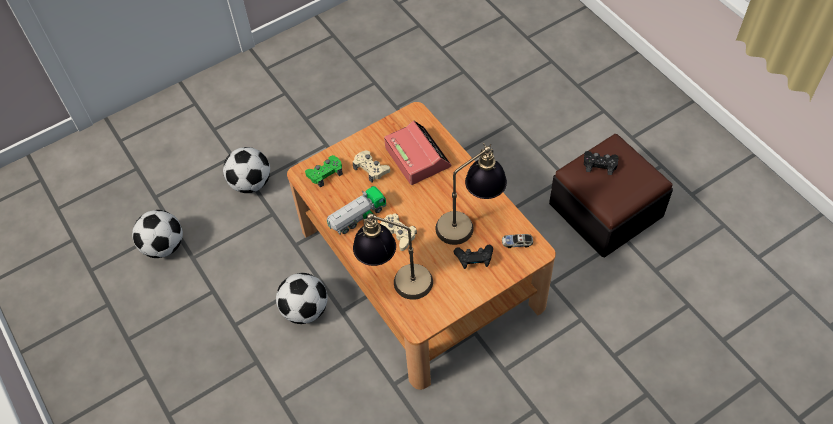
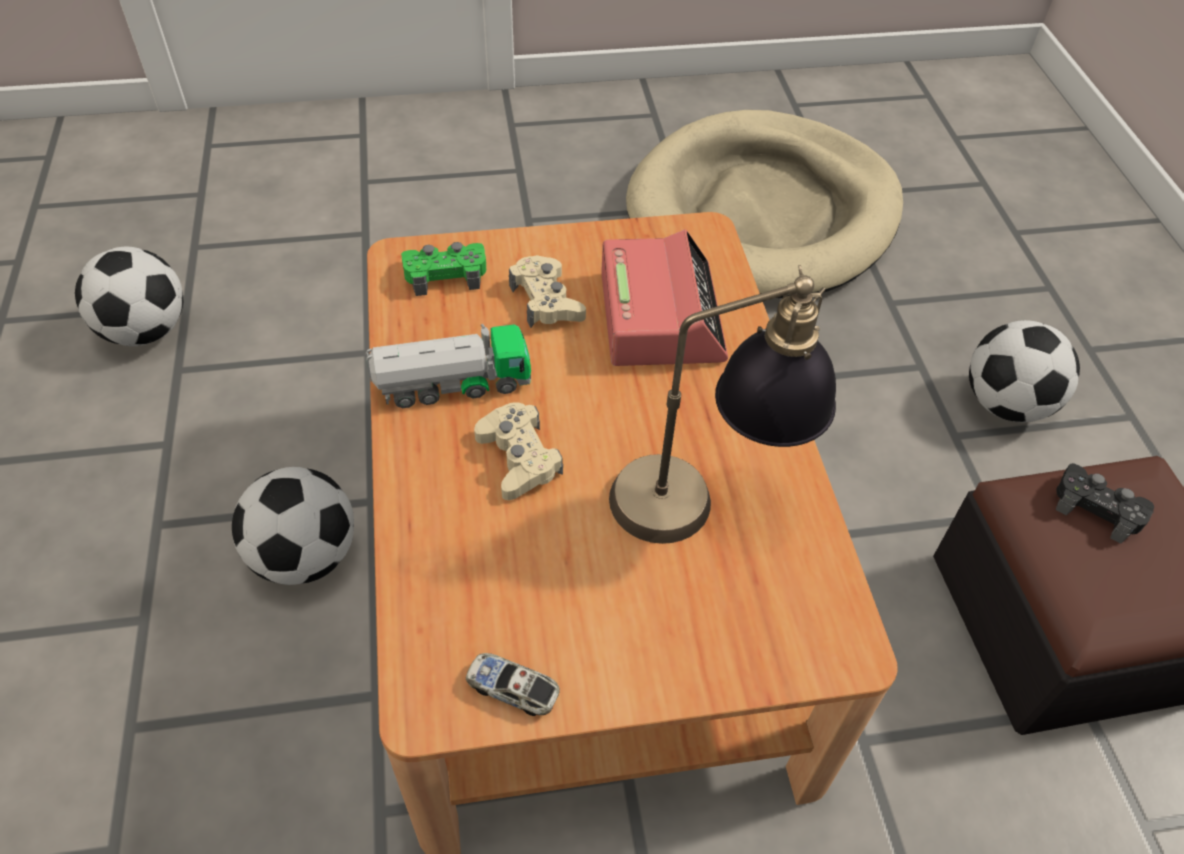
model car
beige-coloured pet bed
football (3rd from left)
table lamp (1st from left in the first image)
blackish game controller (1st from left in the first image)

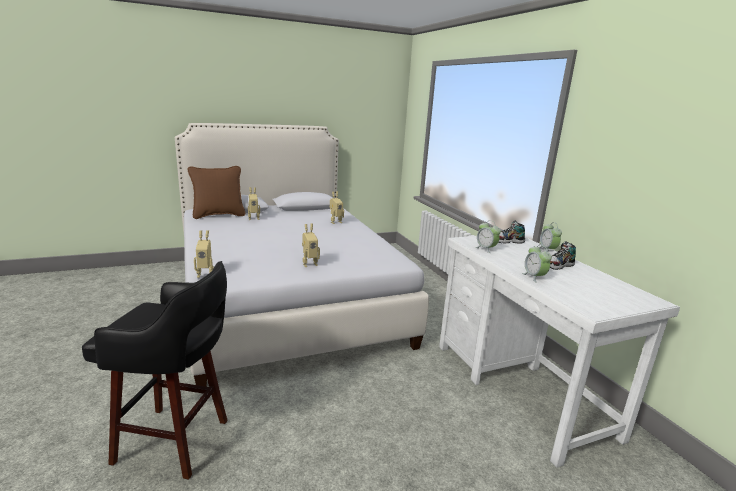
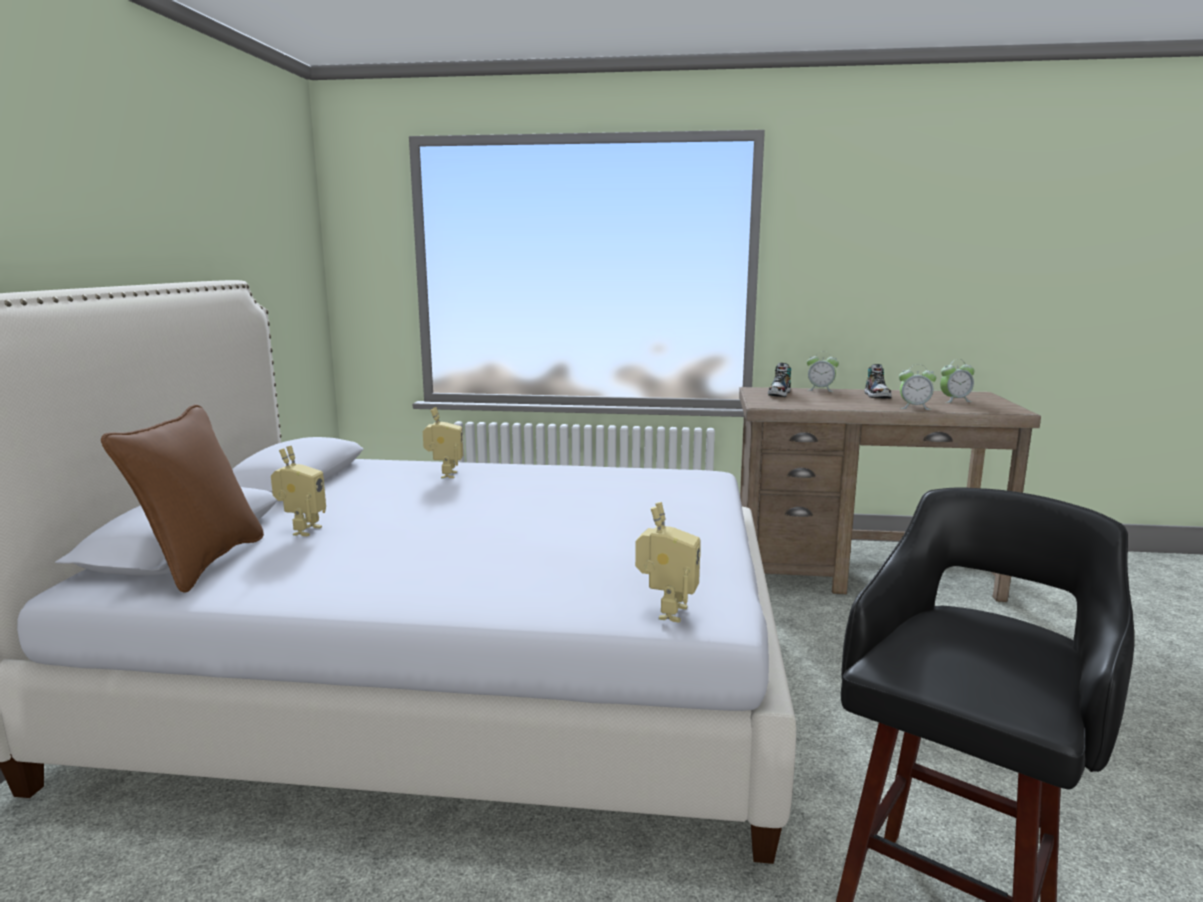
brown-coloured desk table
alarm clock (3rd from left)
toy robot (3rd from left in the first image)

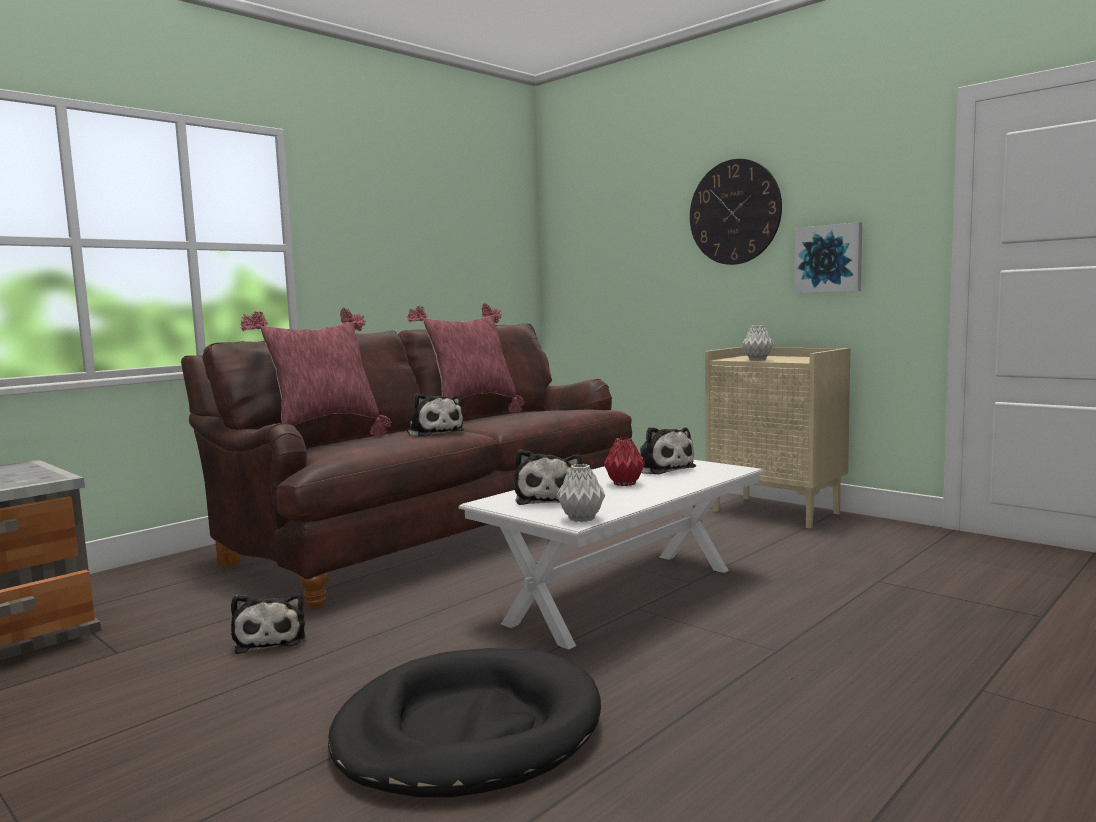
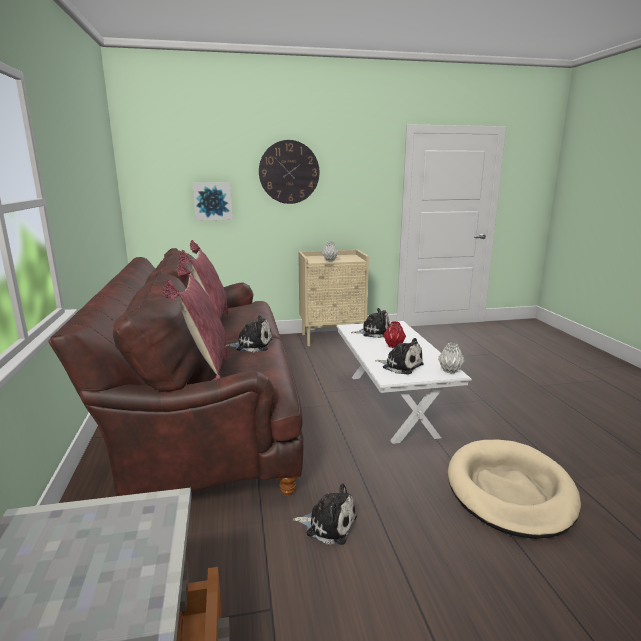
wall picture
beige-coloured pet bed

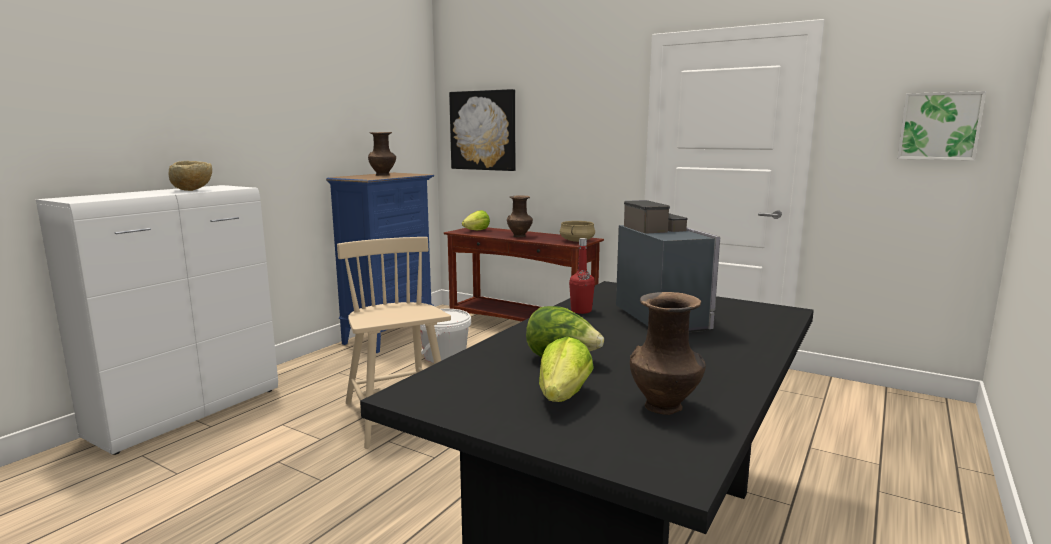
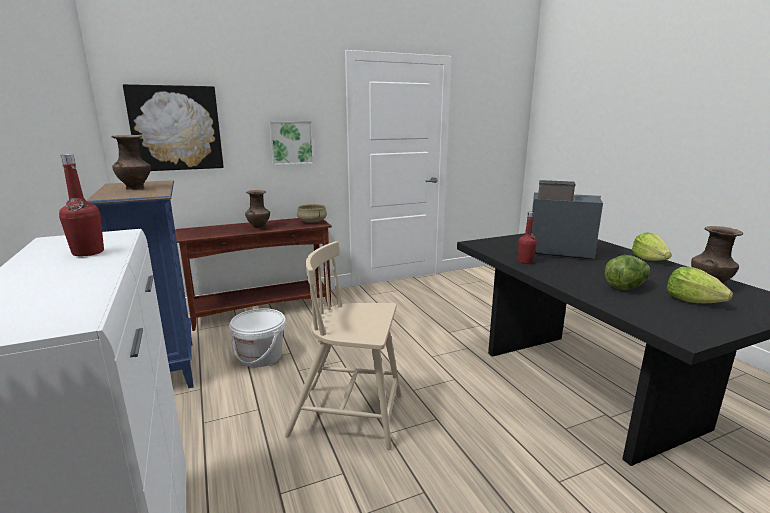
reddish beverage bottle (1st from left)
wall picture (2nd from left)
head of lettuce (2nd from left)

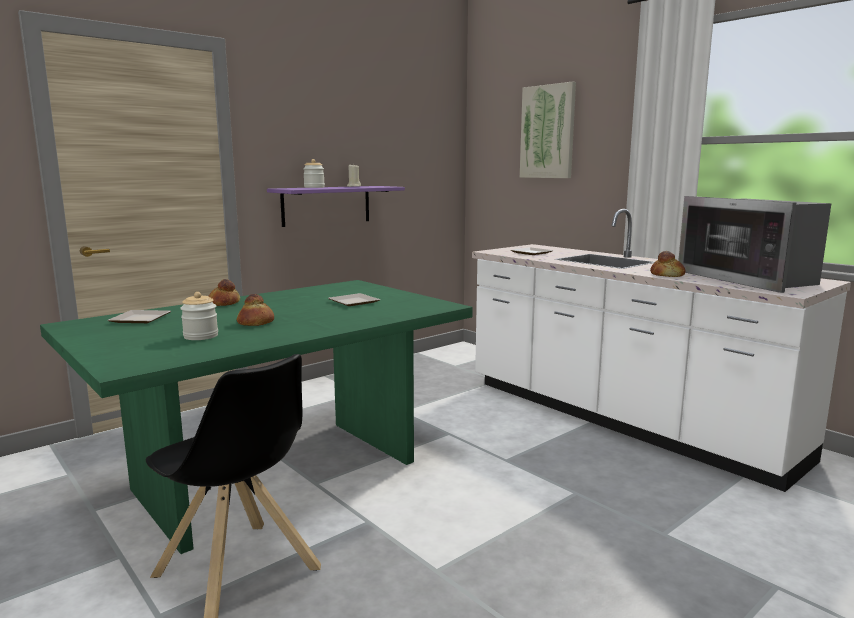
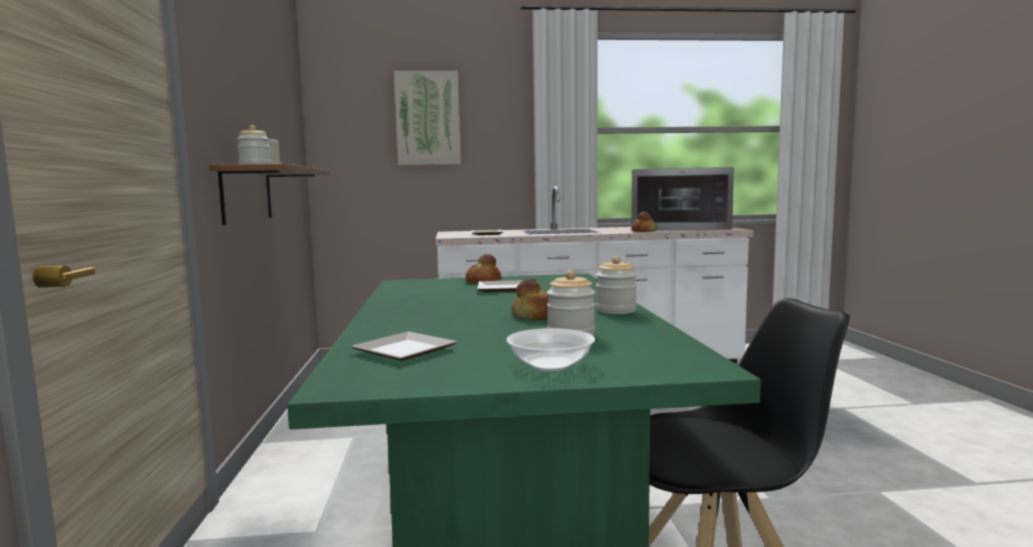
brown-coloured wall shelf
bread (1st from left)
deep dish
storage jar (3rd from left)

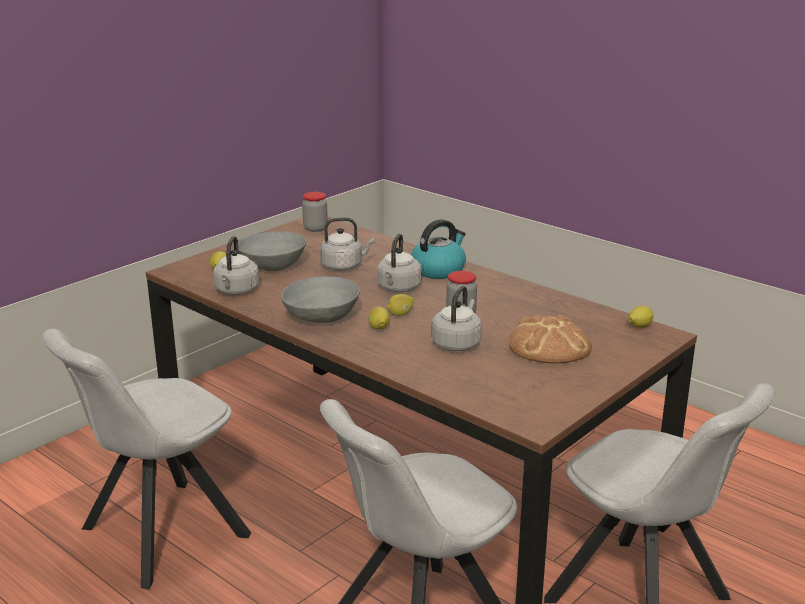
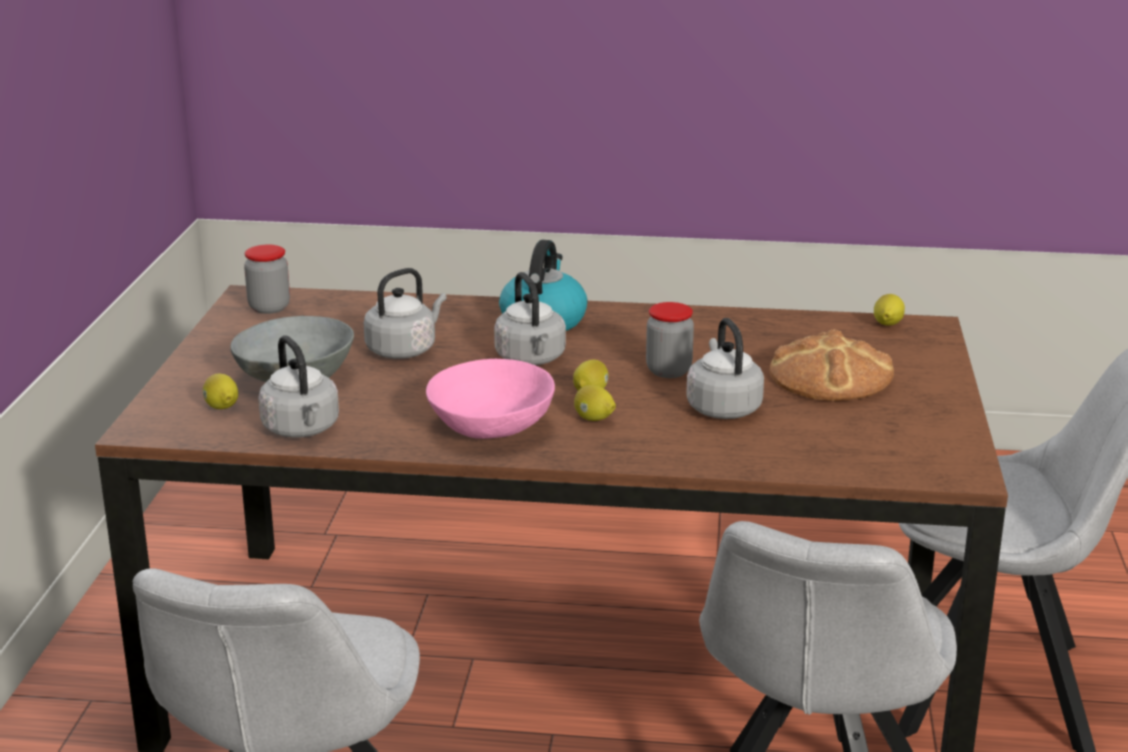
pinkish deep dish

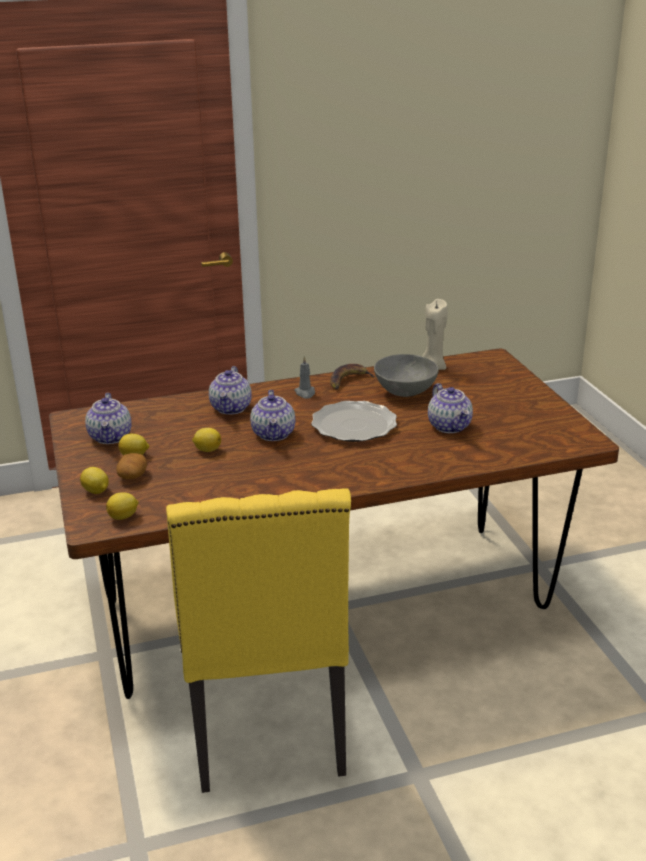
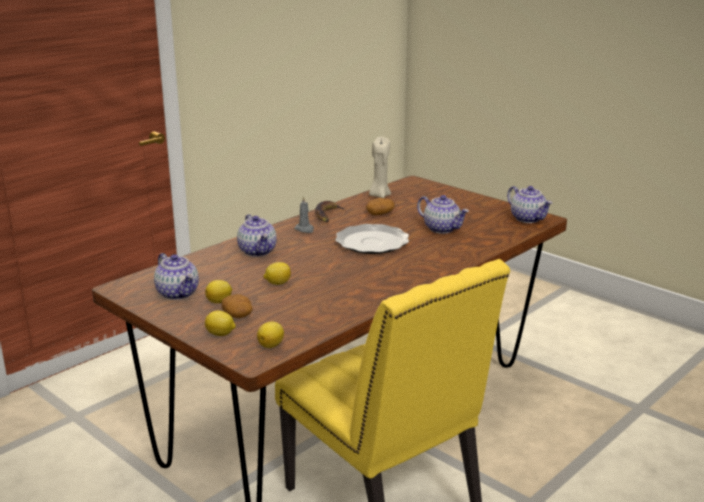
whole potato (2nd from left)
teapot (4th from left)

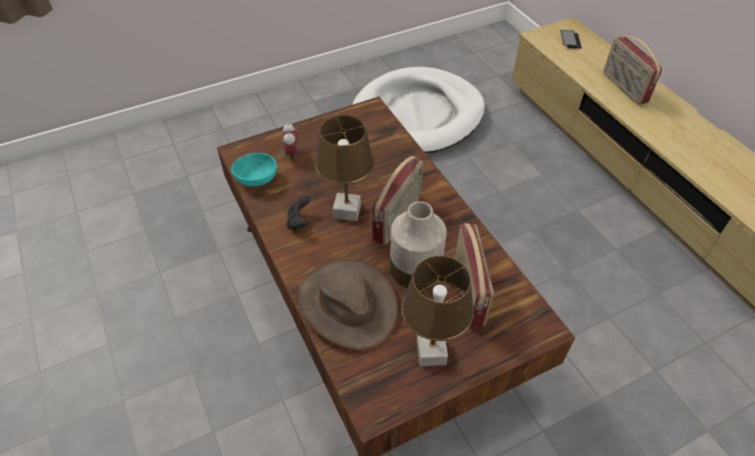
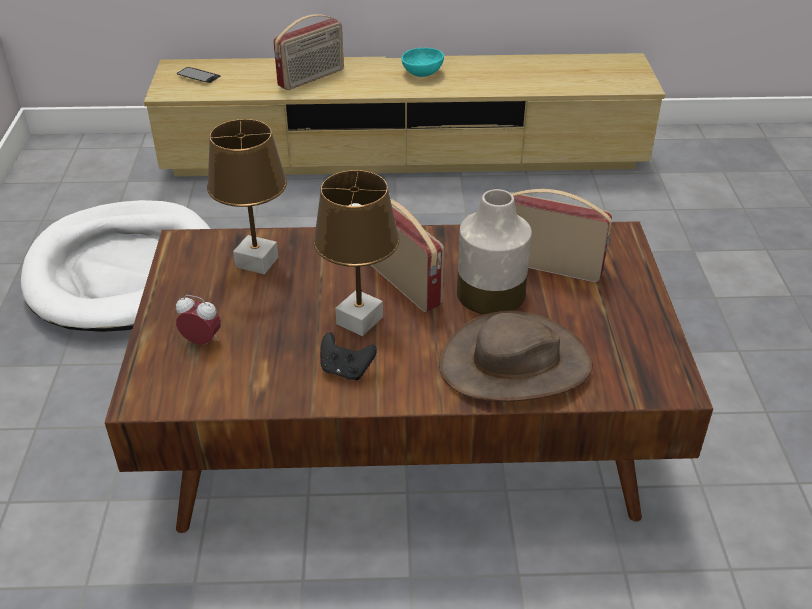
brown-coloured table lamp (1st from left)
radio set (1st from left)
blue-green deep dish

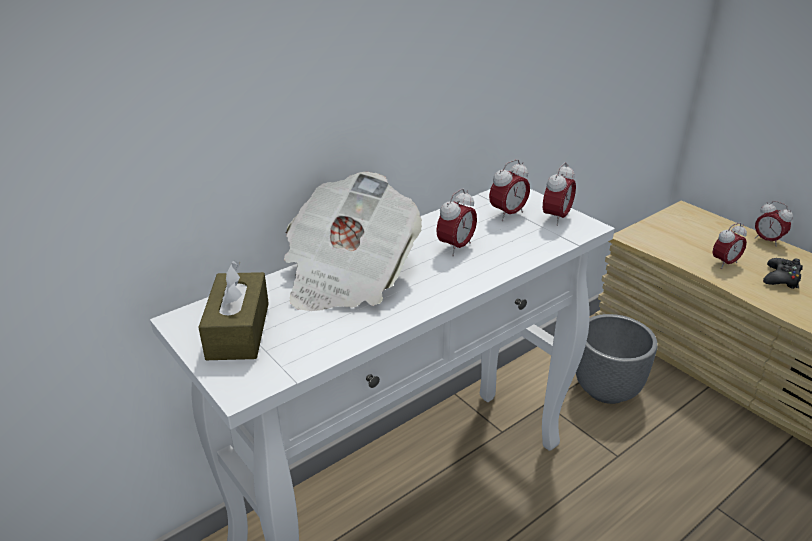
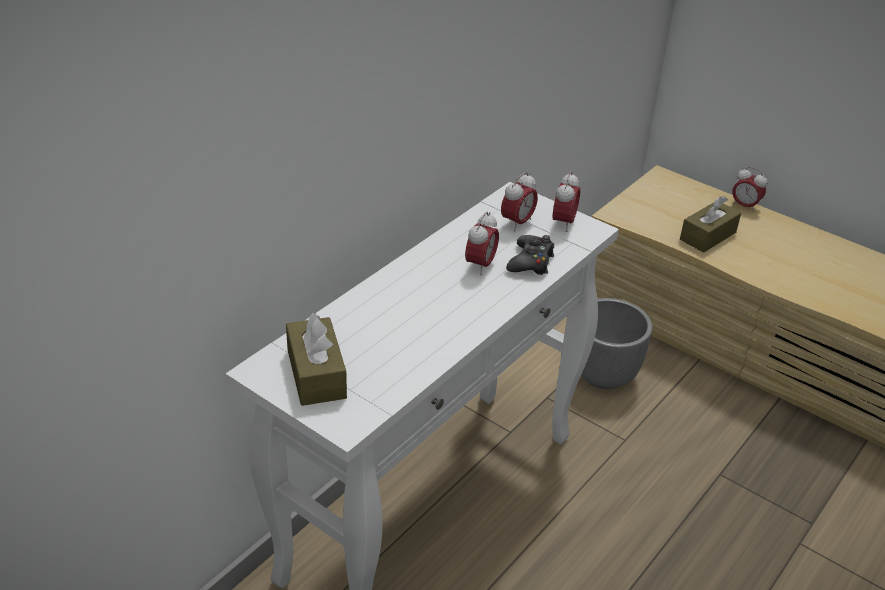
blackish game controller
brown-coloured box of tissues (2nd from left)
printed paper

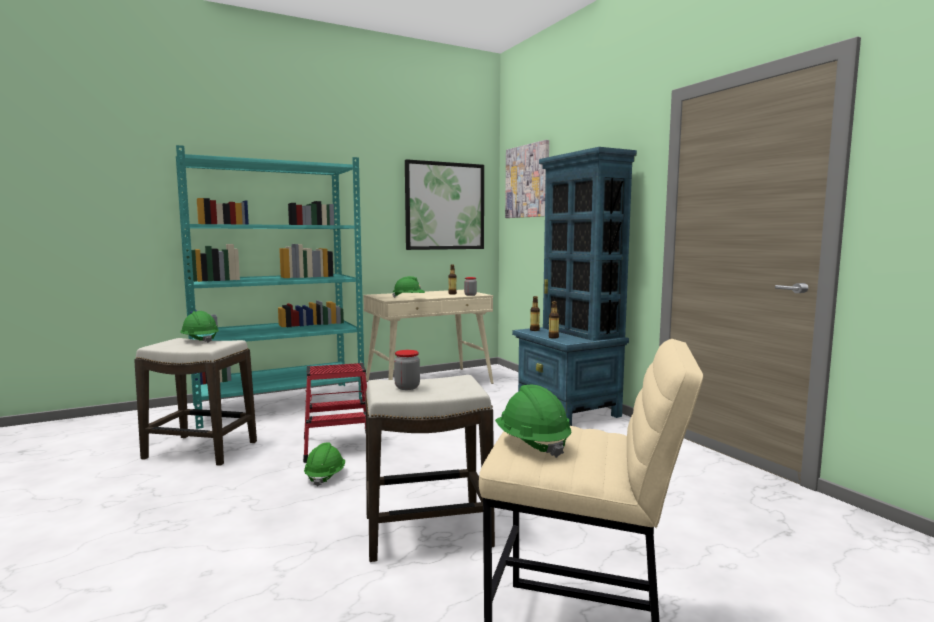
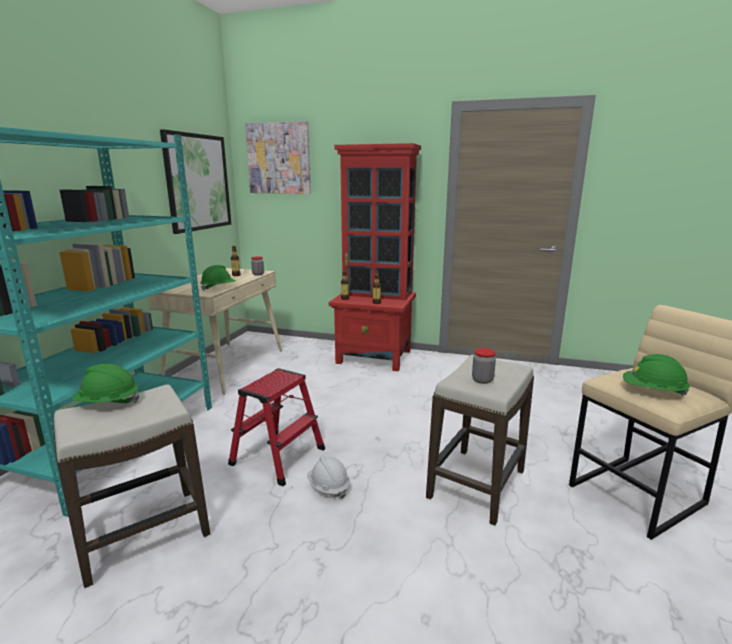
white work helmet
reddish cabinet

